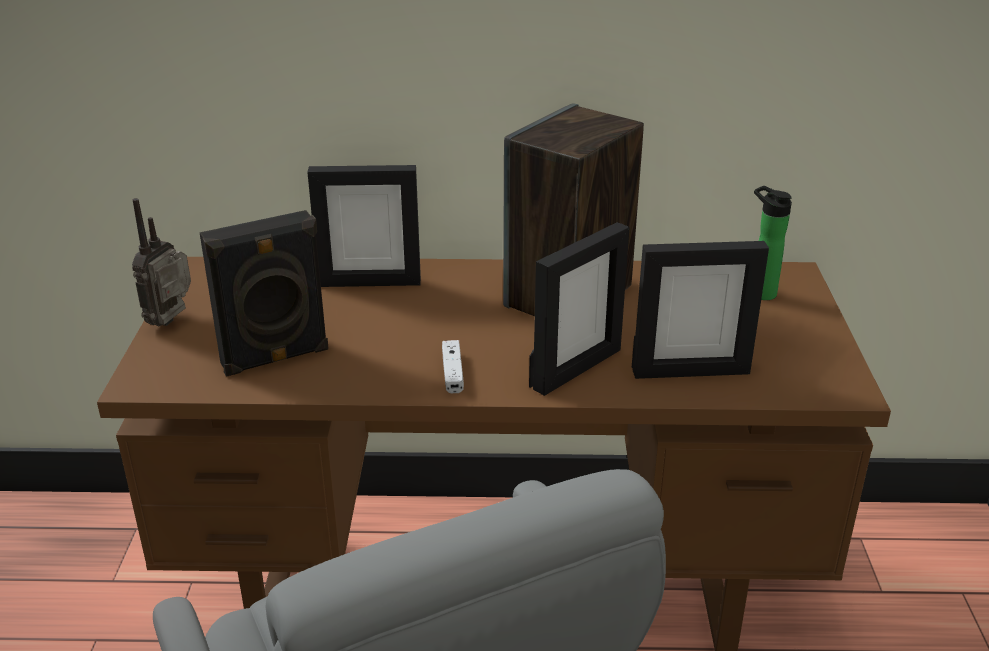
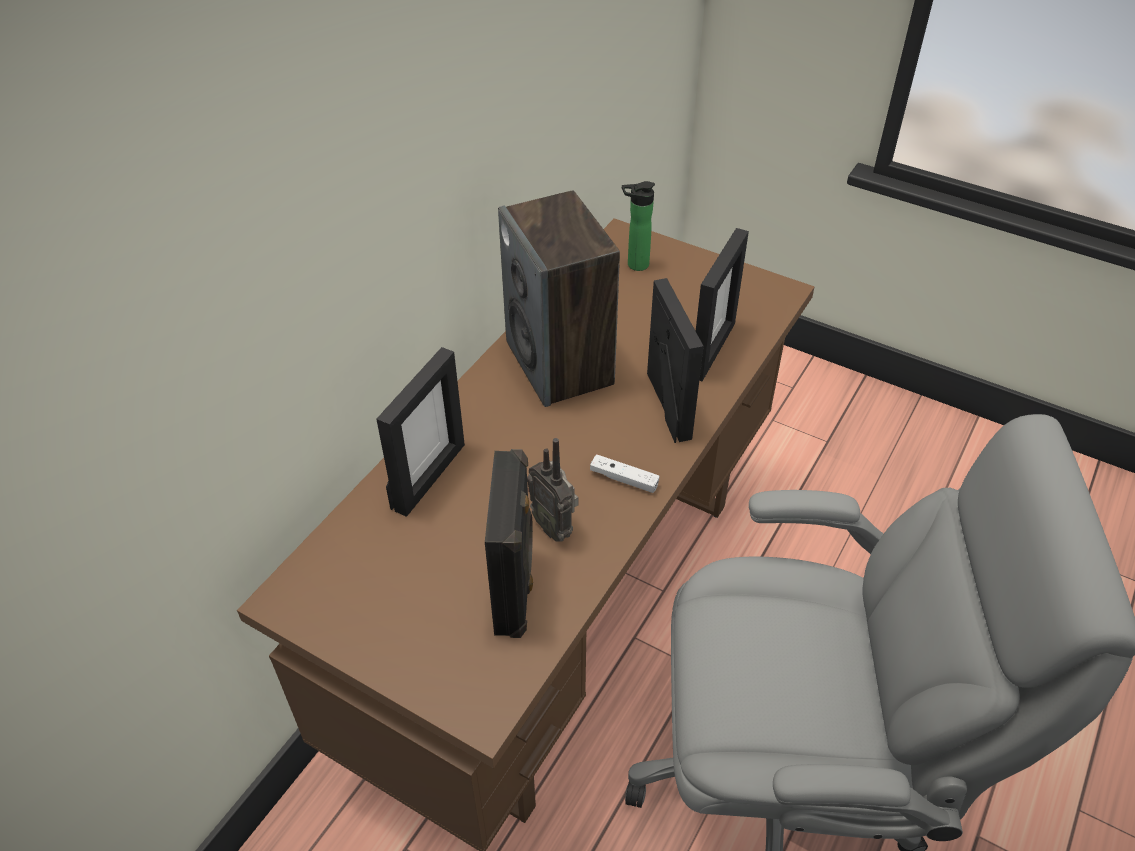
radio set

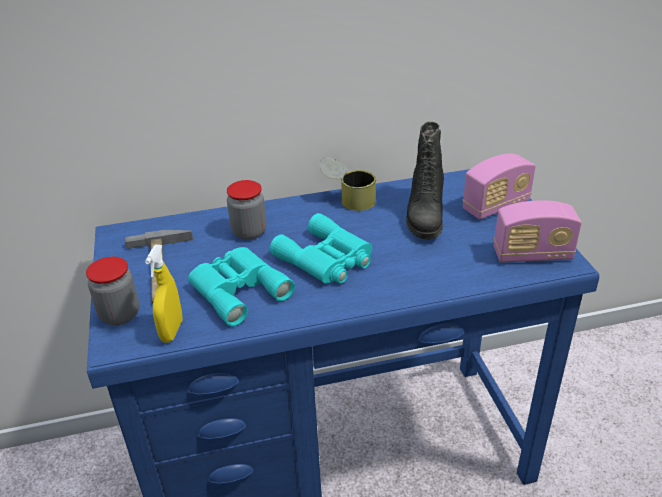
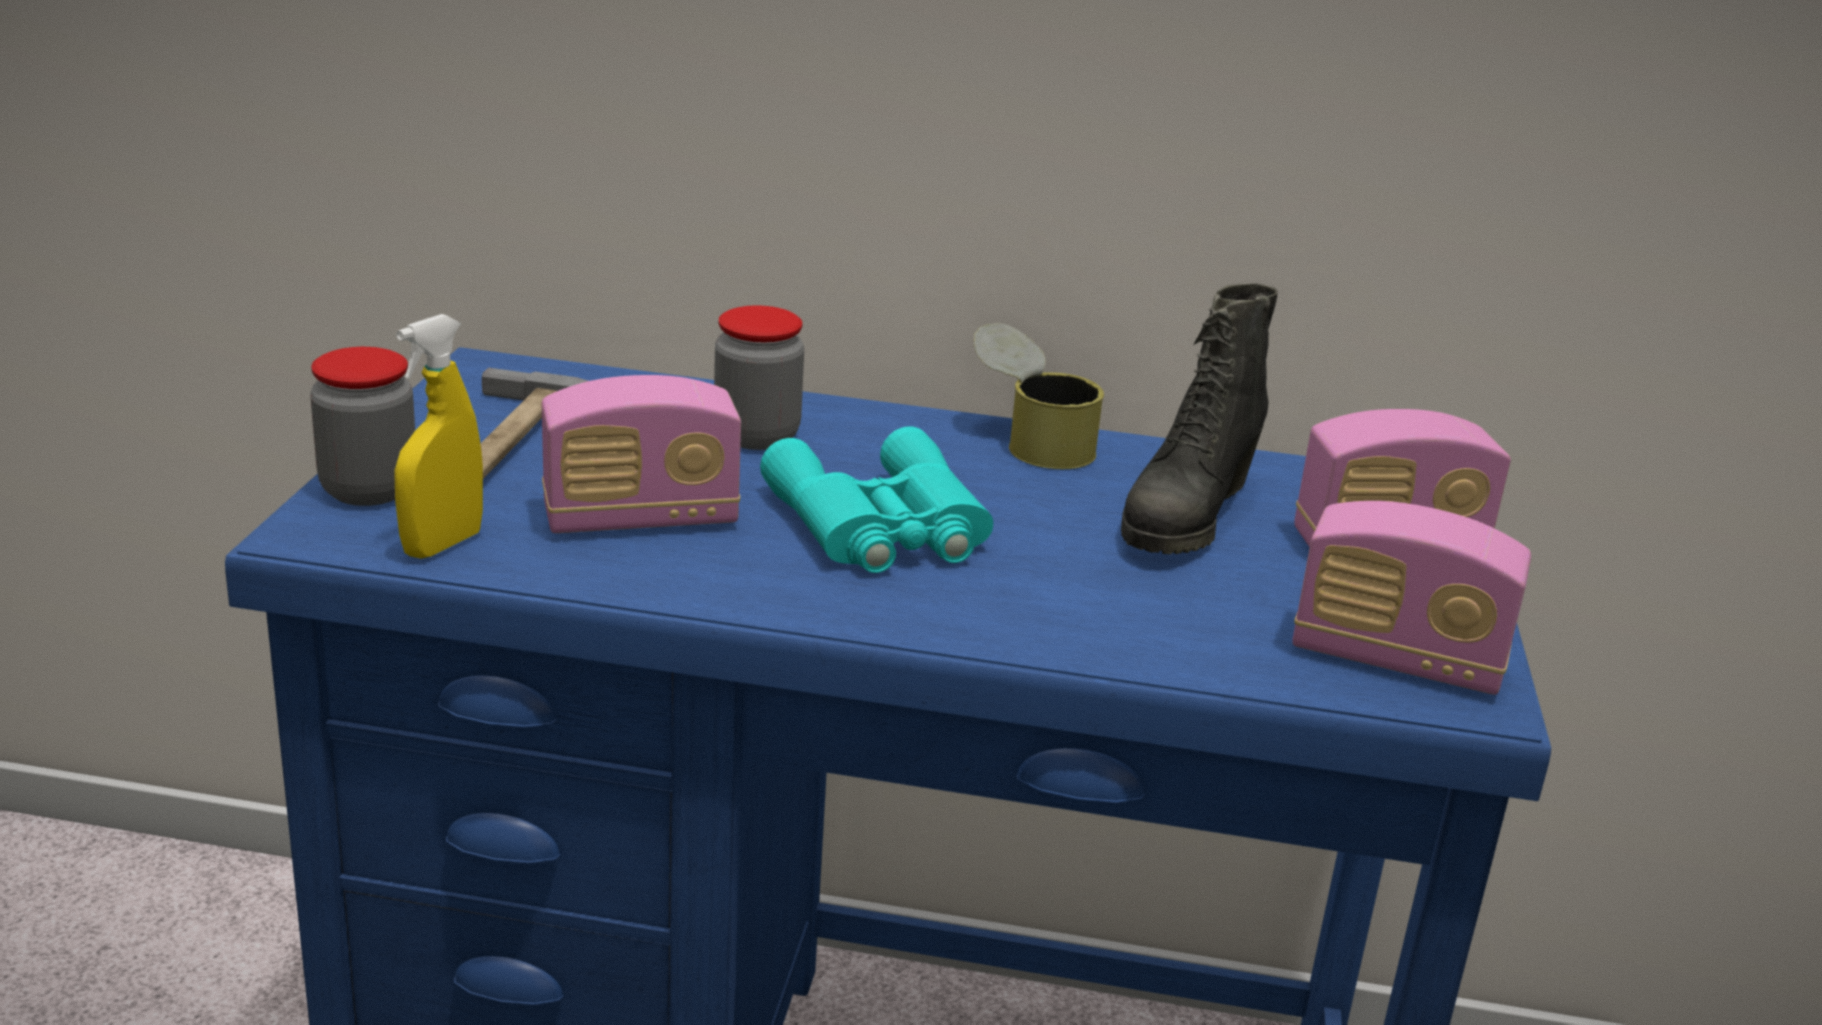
radio set (1st from left)

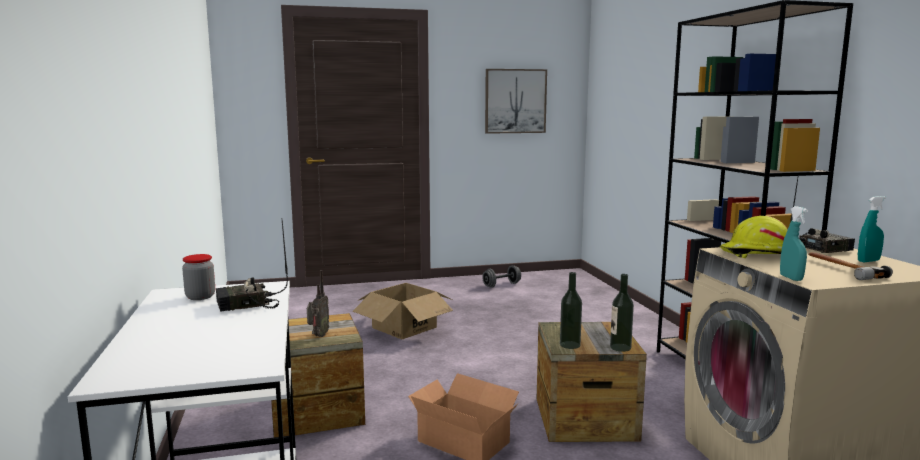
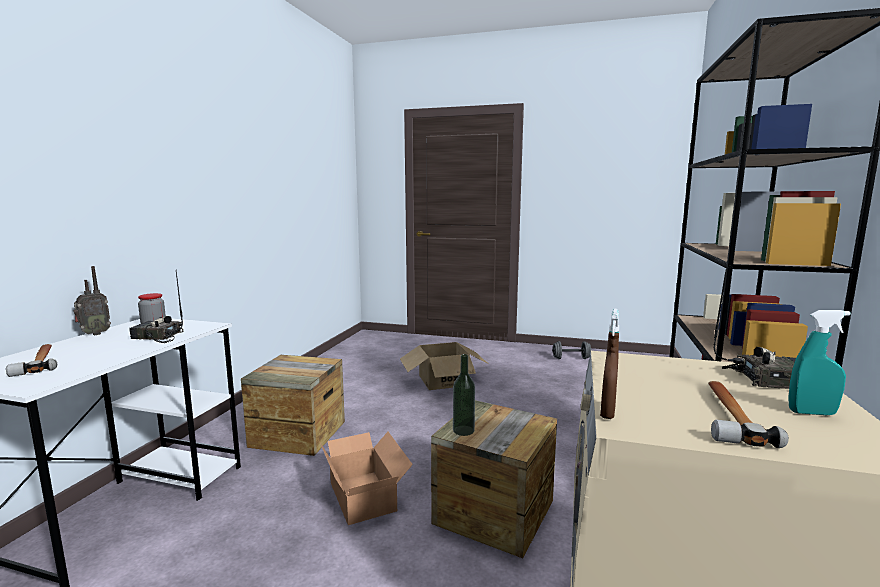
hammer (1st from left)
radio set (1st from left)
brown-coloured spray bottle
wall picture
beverage bottle (2nd from left in the first image)
yellowish work helmet

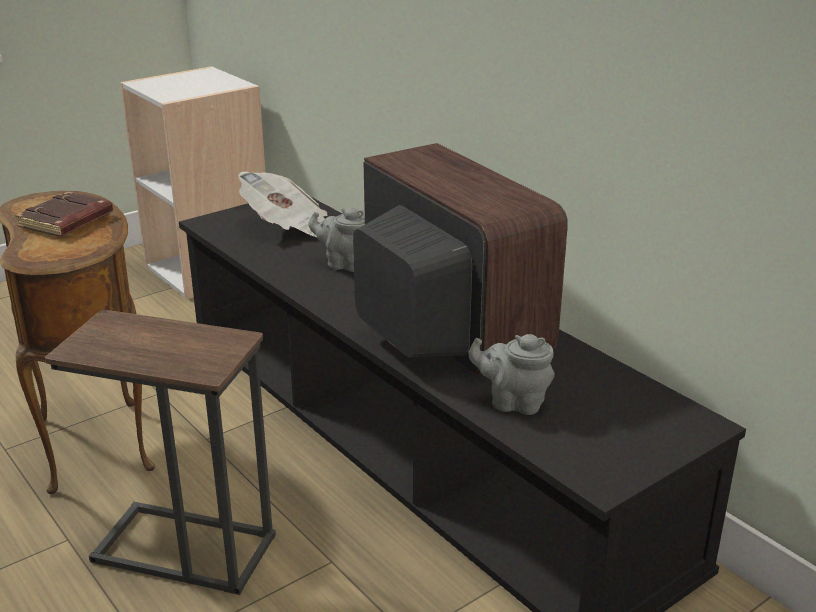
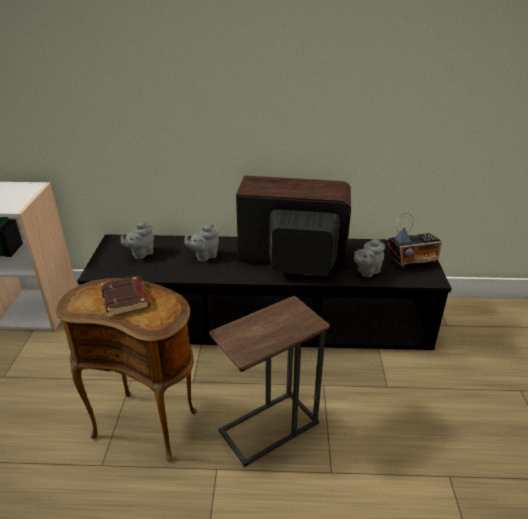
greyish teapot (1st from left)
radio set

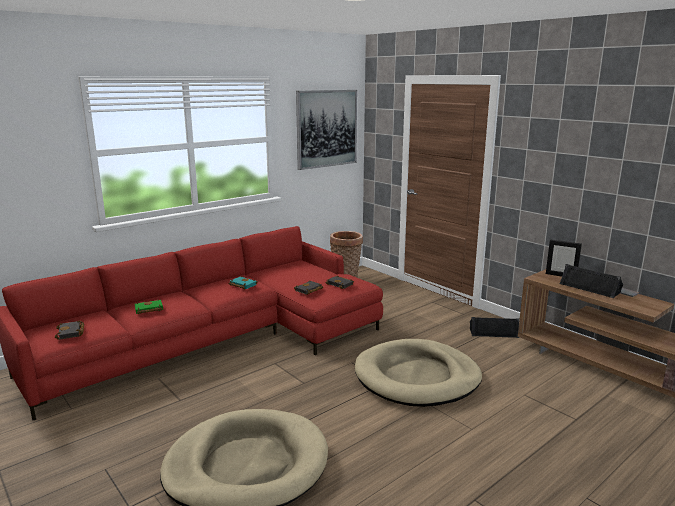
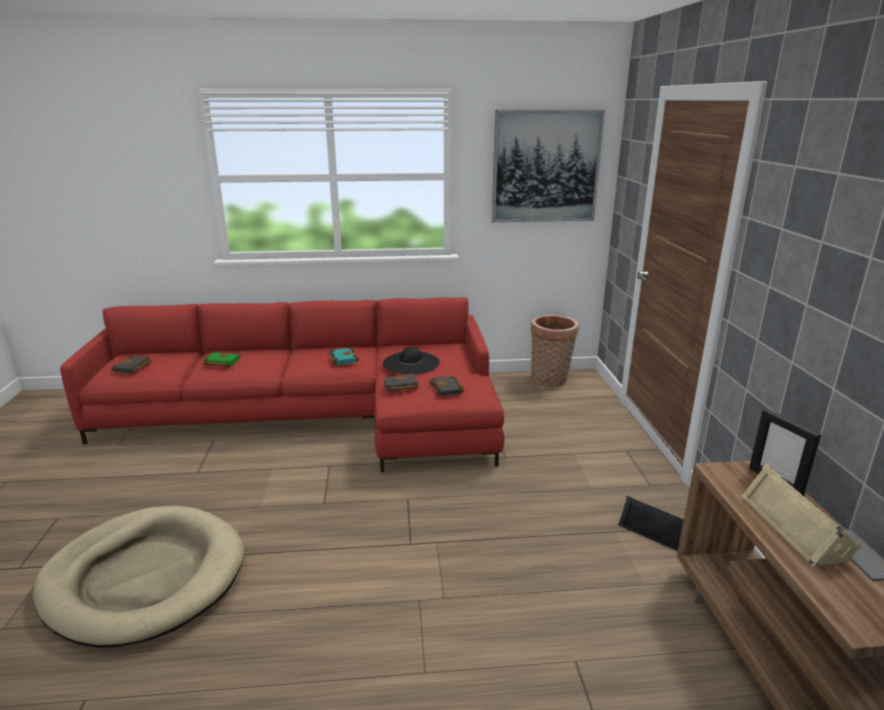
blackish wearable hat
beige-coloured loudspeaker
beige-coloured pet bed (2nd from left in the first image)

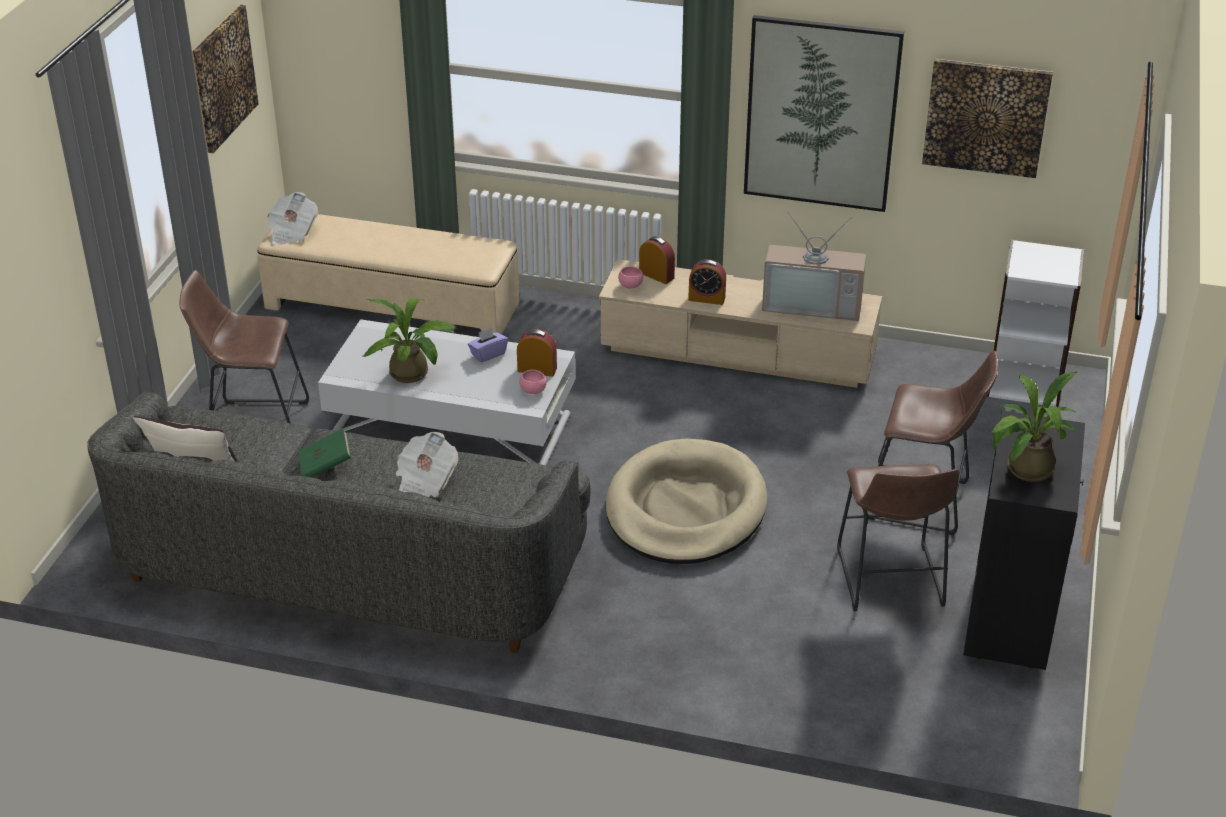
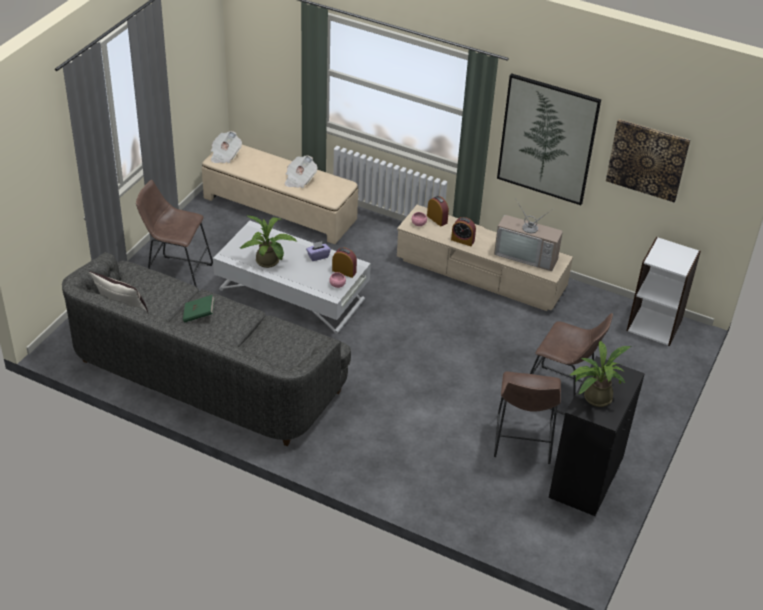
printed paper (2nd from left)
wall picture (1st from left in the first image)
beige-coloured pet bed

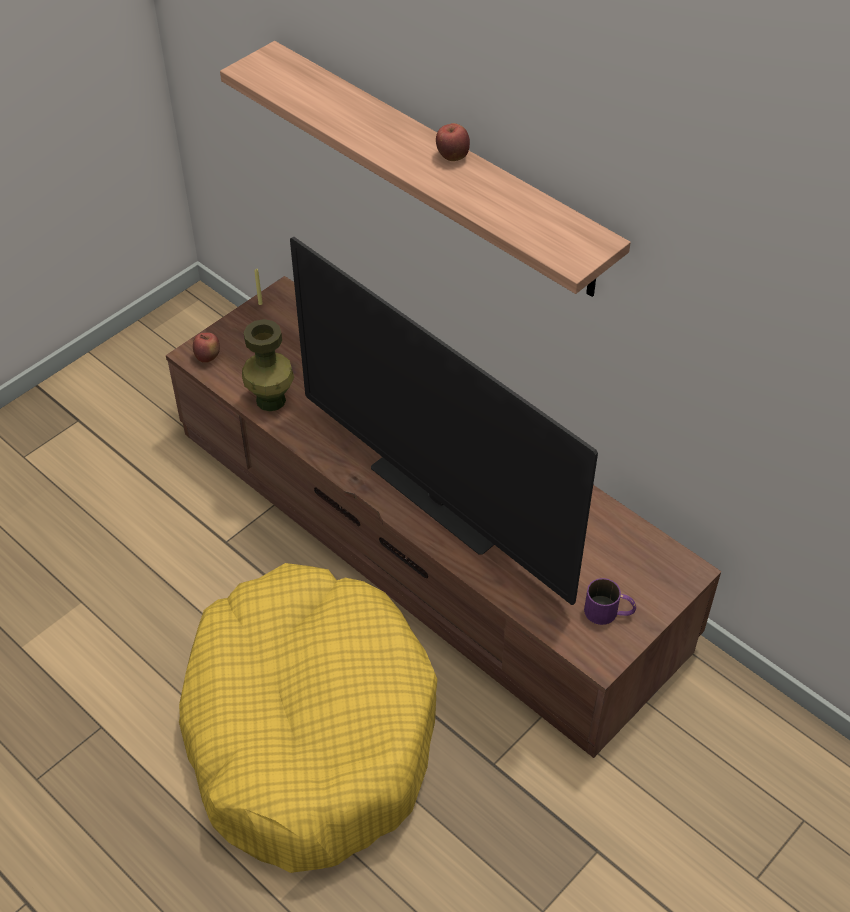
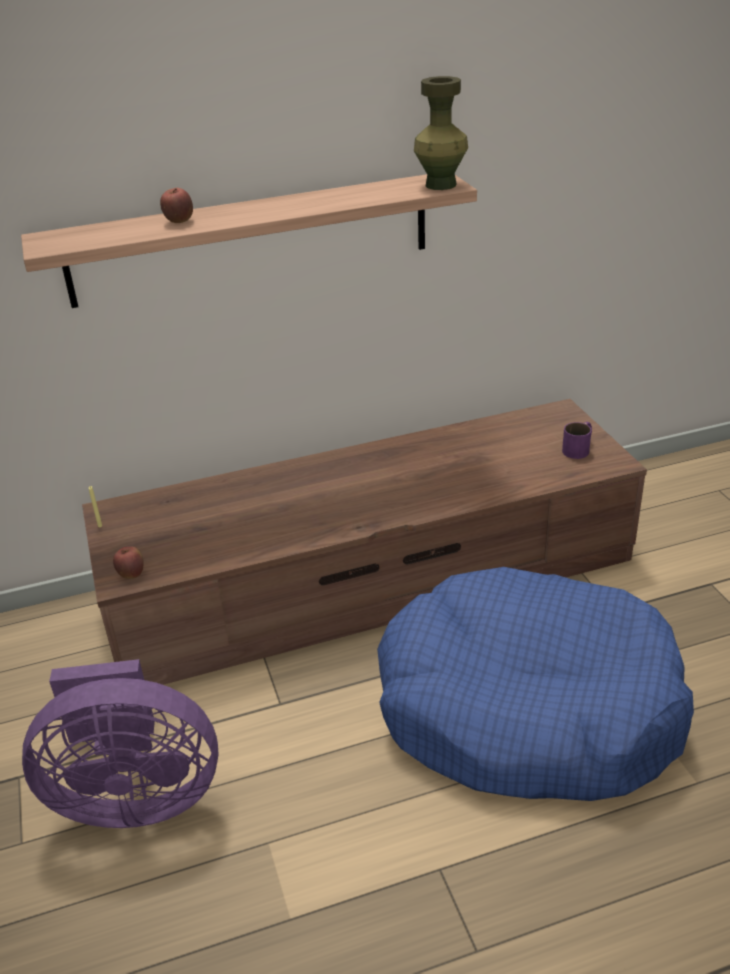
purple-coloured fan
whole apple (2nd from left)
blue-coloured pet bed
green decorative vase
TV

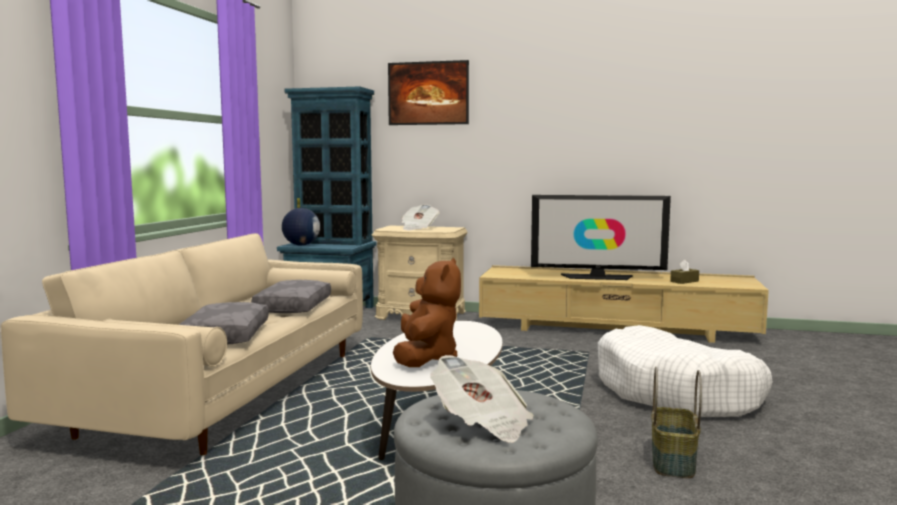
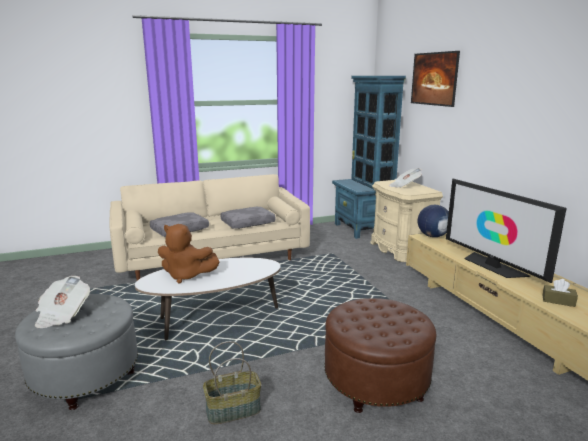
brown-coloured plush toy
brown-coloured pouffe
world globe

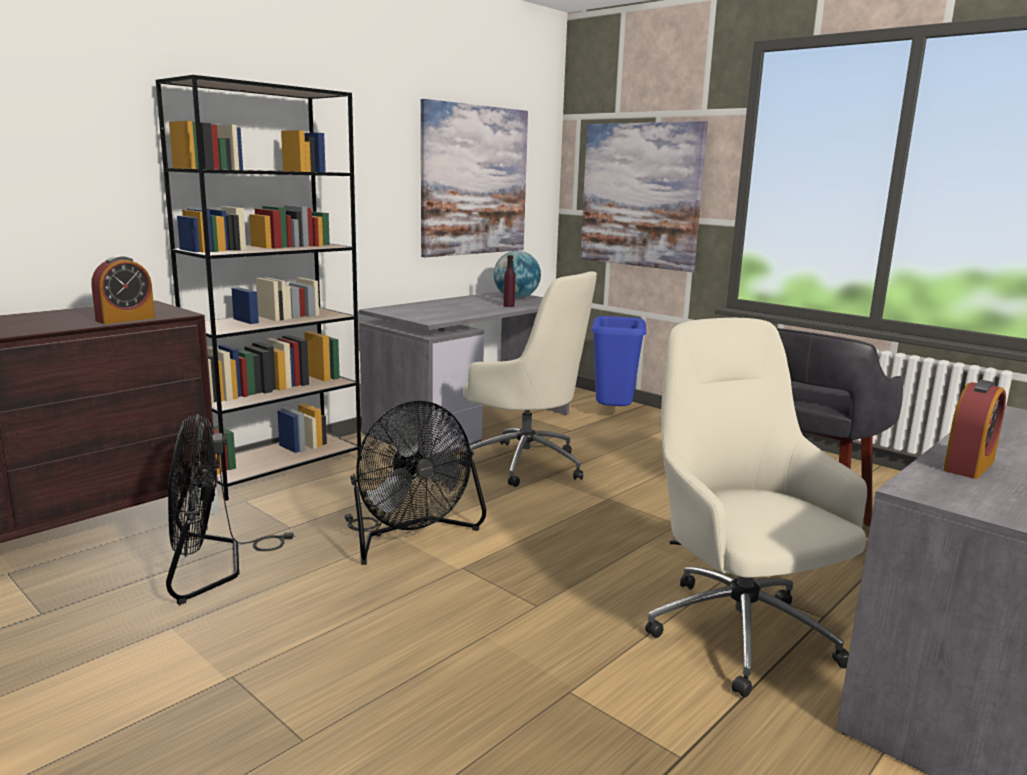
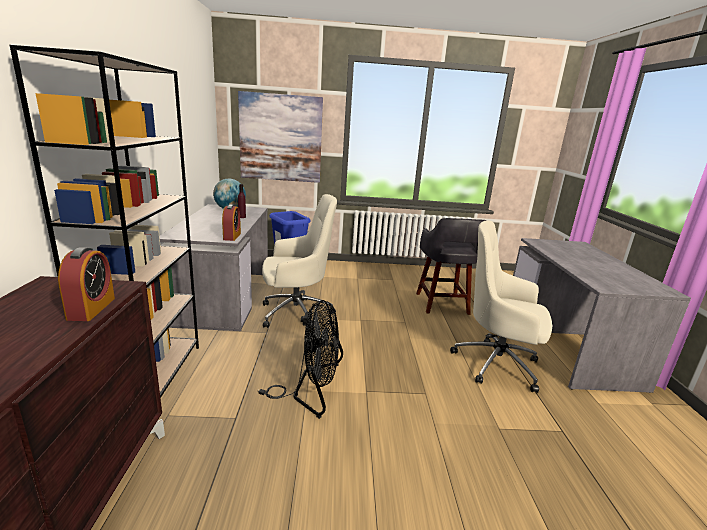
alarm clock (2nd from left)
blackish fan (1st from left in the first image)
wall picture (1st from left in the first image)

